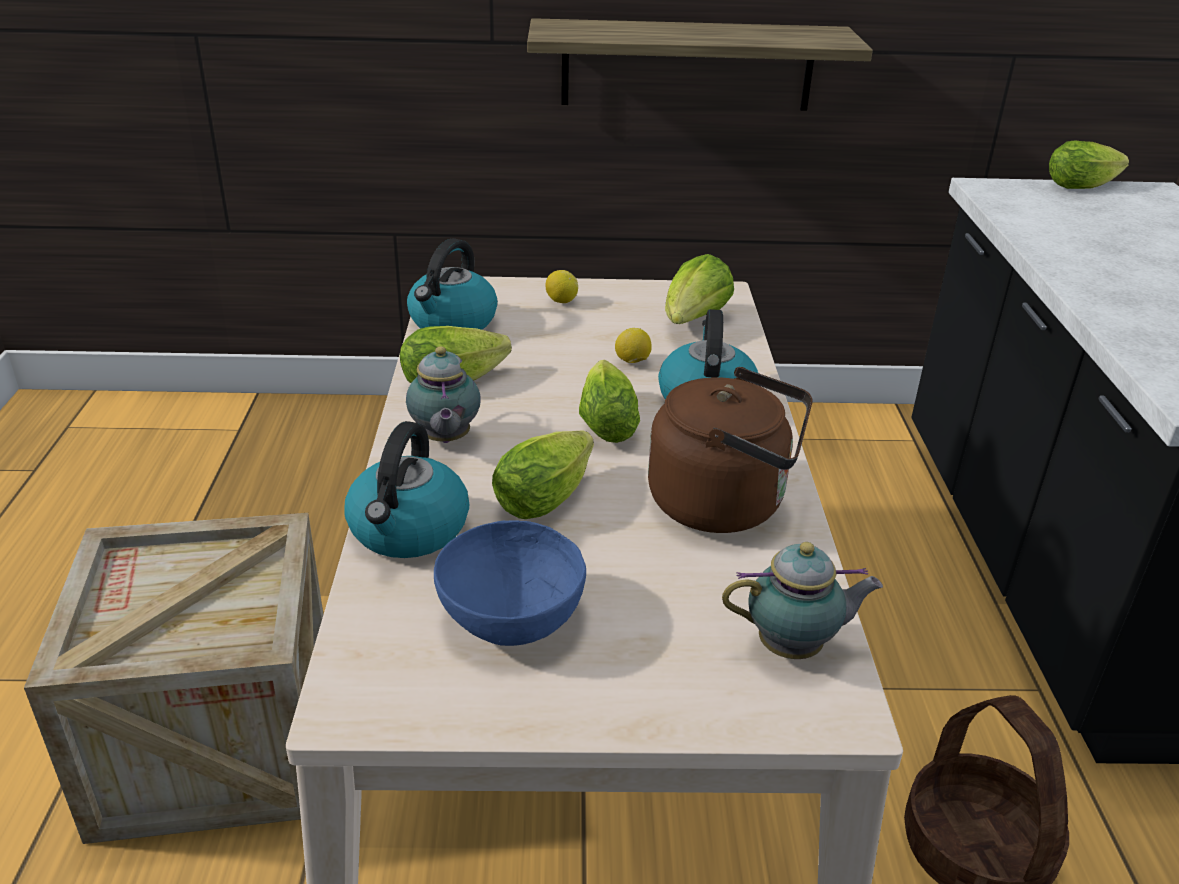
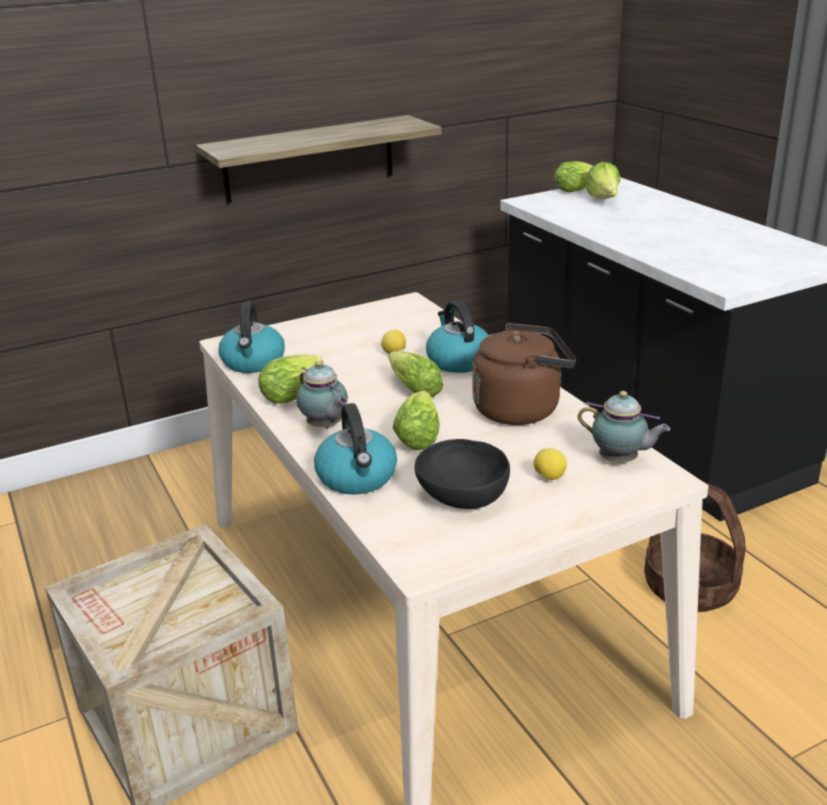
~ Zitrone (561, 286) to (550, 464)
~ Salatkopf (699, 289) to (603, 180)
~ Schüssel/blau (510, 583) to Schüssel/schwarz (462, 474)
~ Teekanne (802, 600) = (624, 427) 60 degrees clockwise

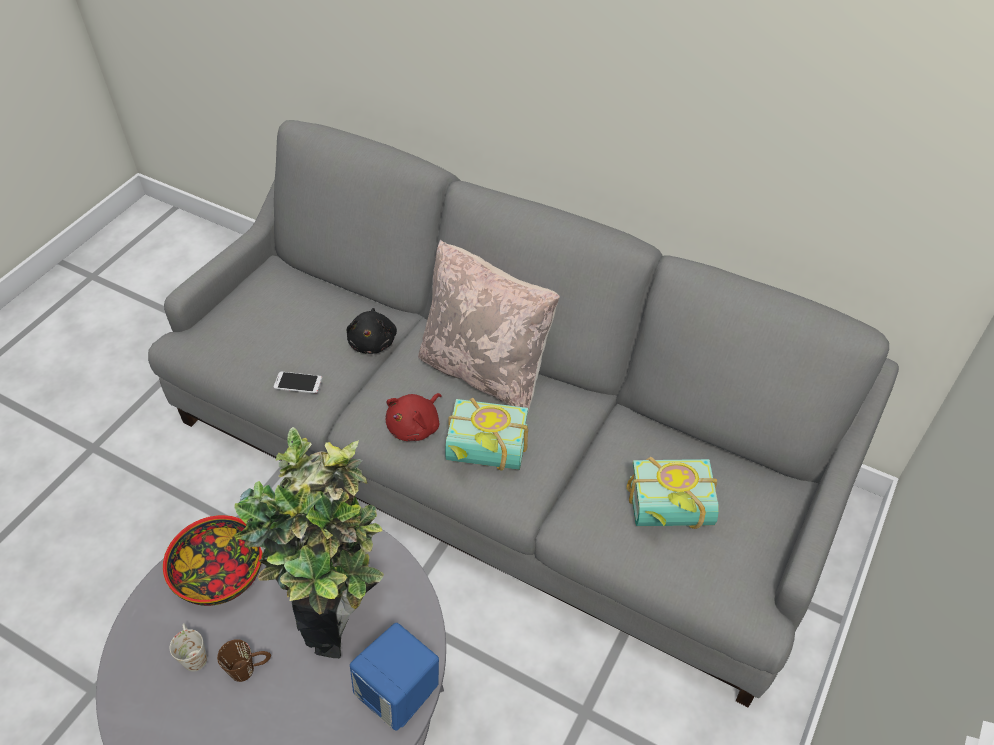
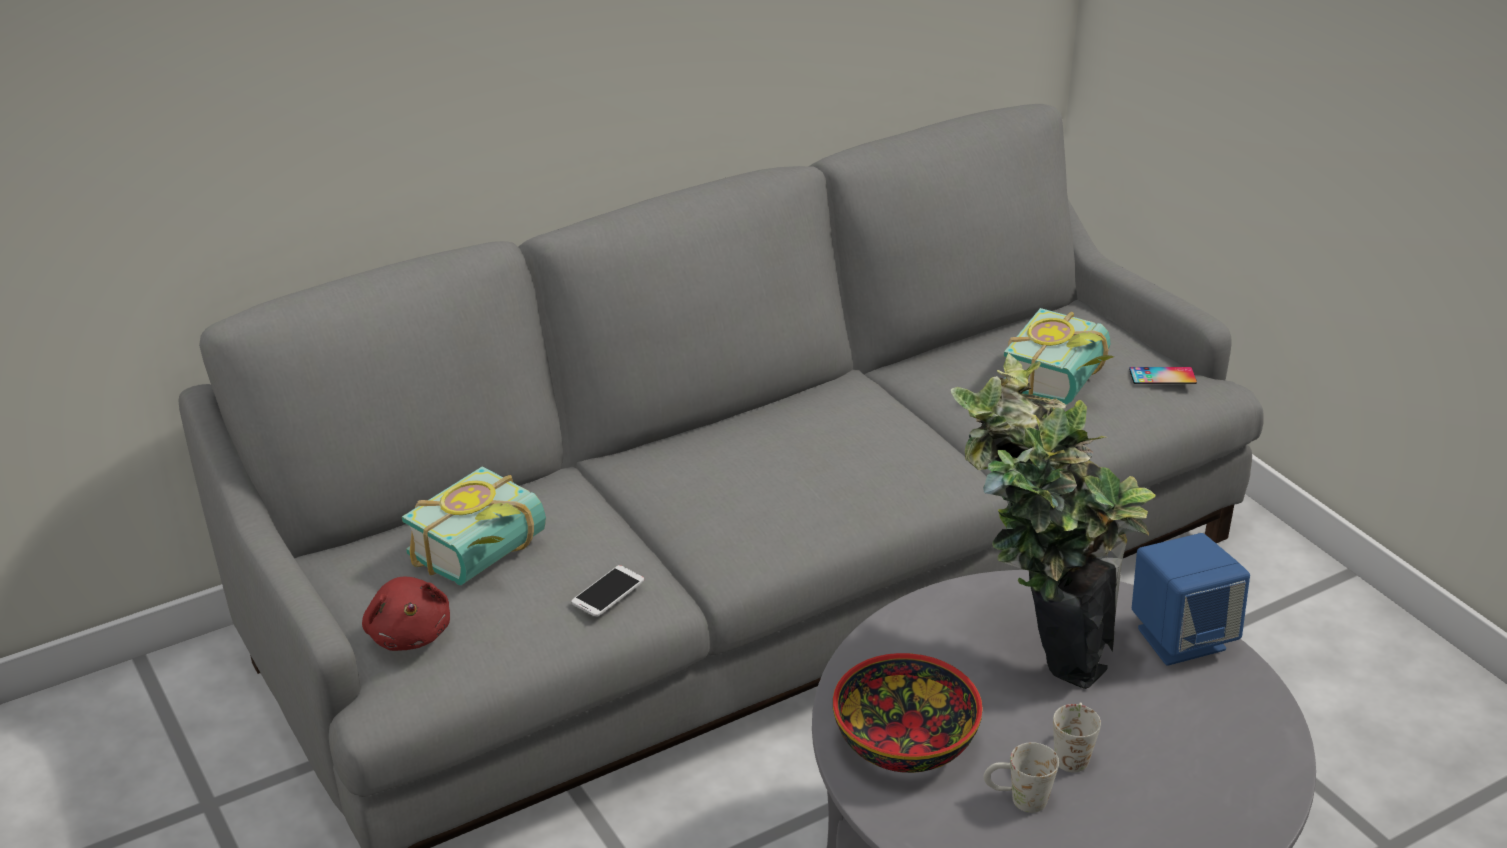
- Plüschtier/schwarz (371, 331)
- Kissen/beige (489, 325)
+ Handy (1163, 375)
~ Plüschtier/rot (413, 417) to (406, 614)
~ Buch (486, 434) to (474, 525)
~ Henkelbecher/braun (244, 660) to Henkelbecher/weiß (1077, 737)

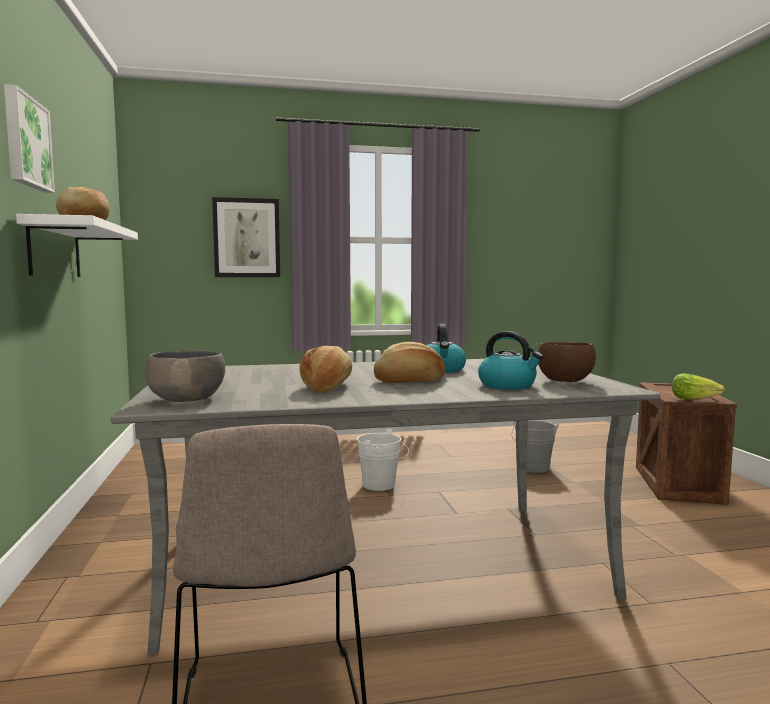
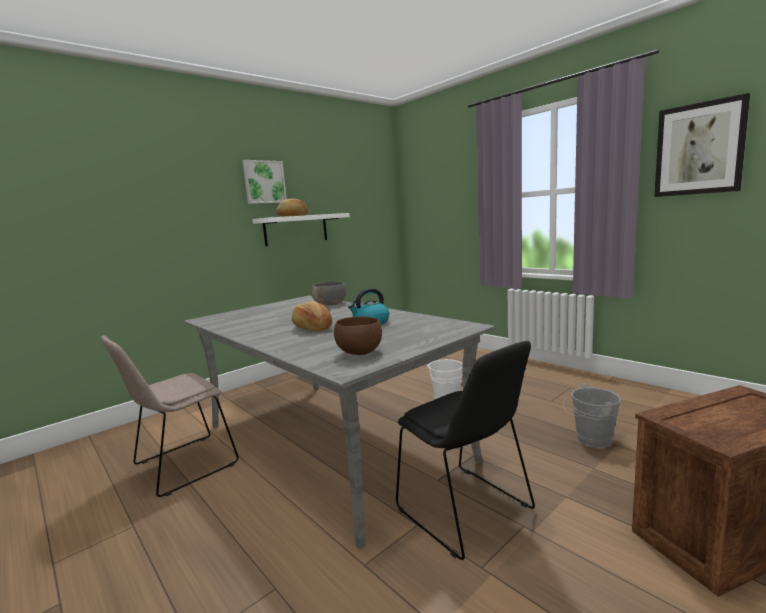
- Brot (325, 369)
- Wasserkessel (510, 360)
- Salatkopf (698, 386)
+ Stuhl/schwarz (465, 450)
~ Schüssel/grau (185, 376) to (328, 293)
~ Bild (246, 237) to (702, 145)

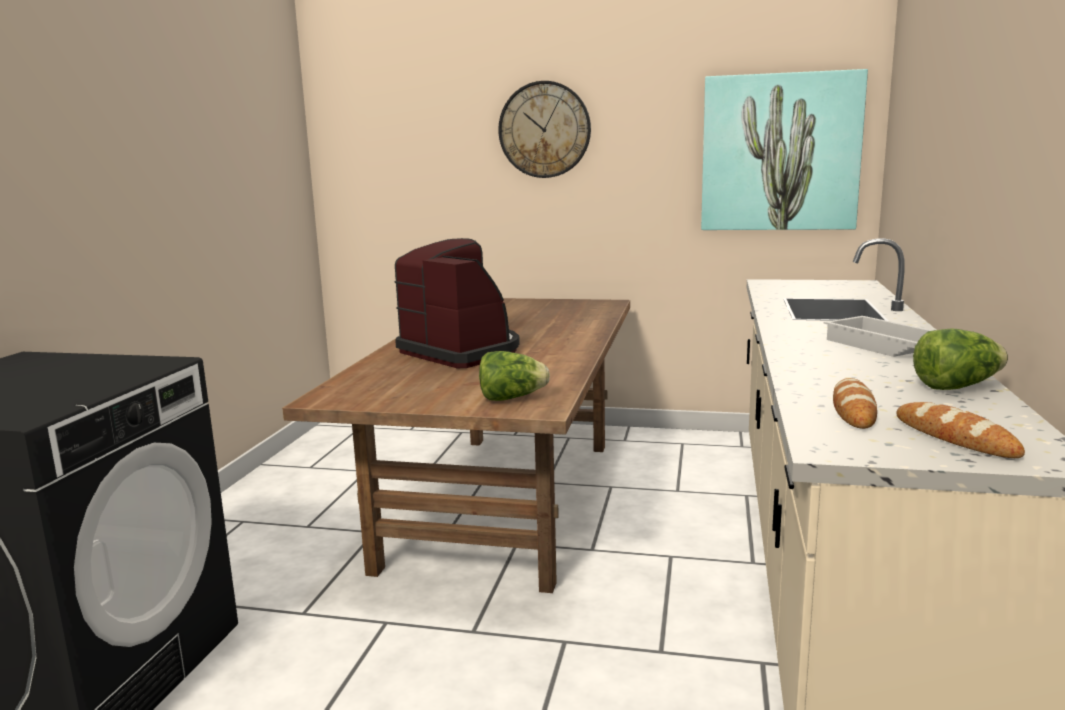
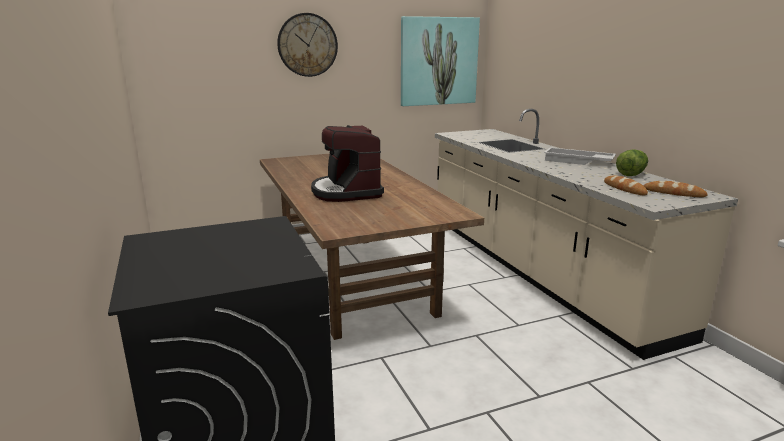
- Salatkopf (514, 376)
~ Kaffeemaschine (457, 303) = (347, 163) 120 degrees counterclockwise

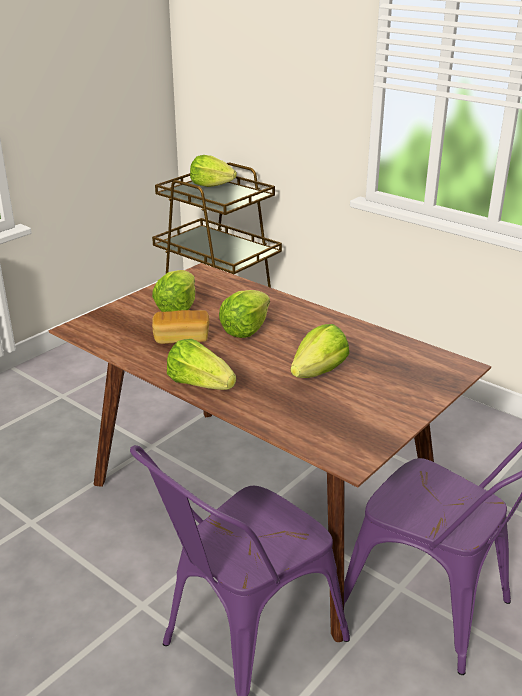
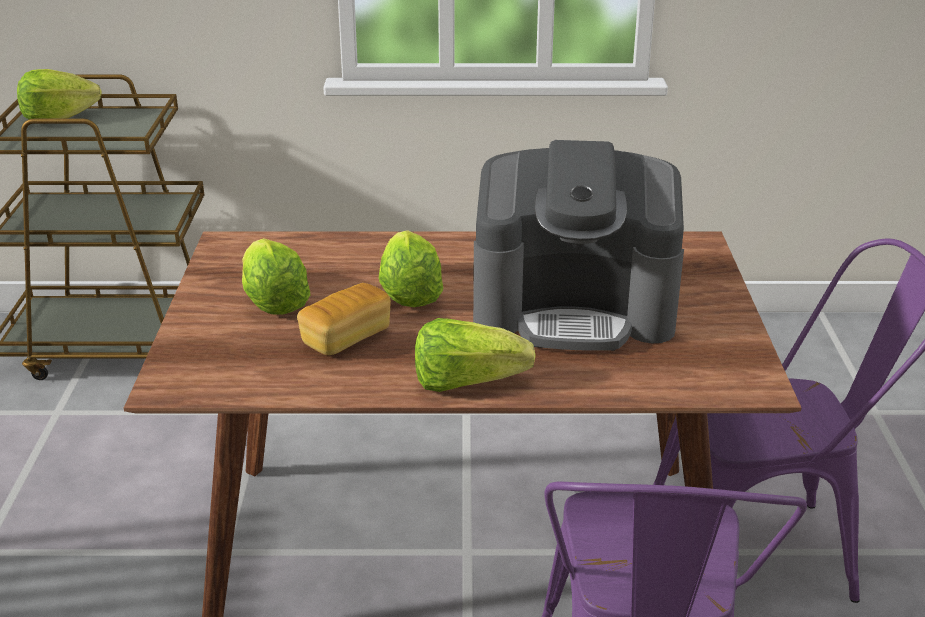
~ Salatkopf (320, 351) to Kaffeemaschine (578, 245)

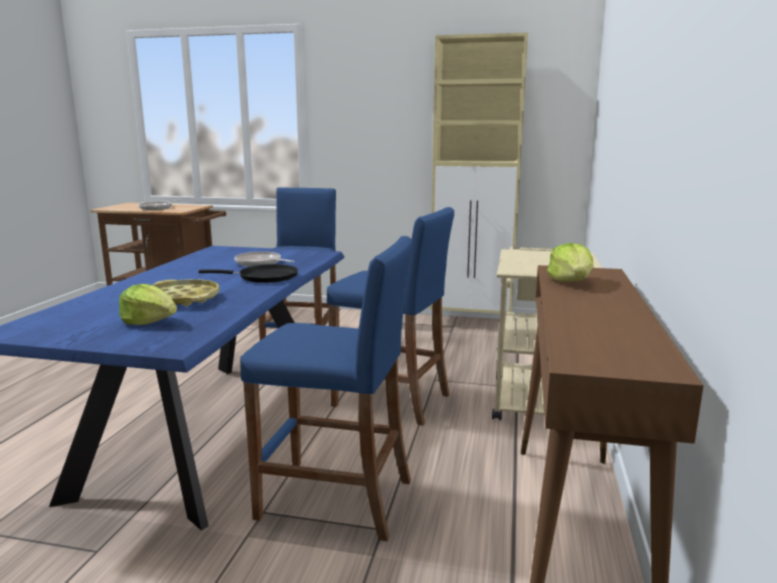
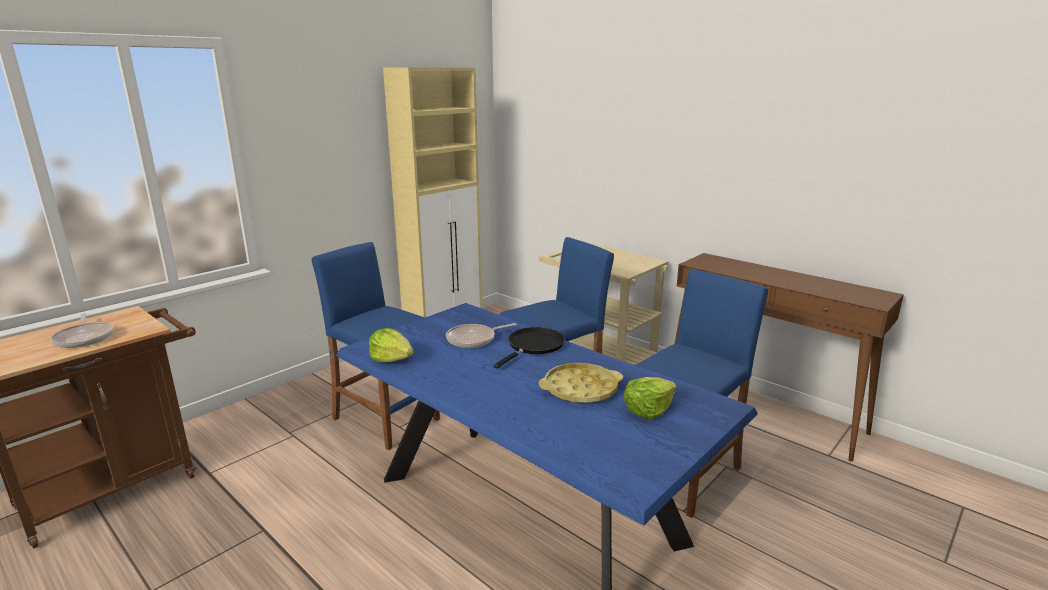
~ Salatkopf (570, 262) to (391, 345)

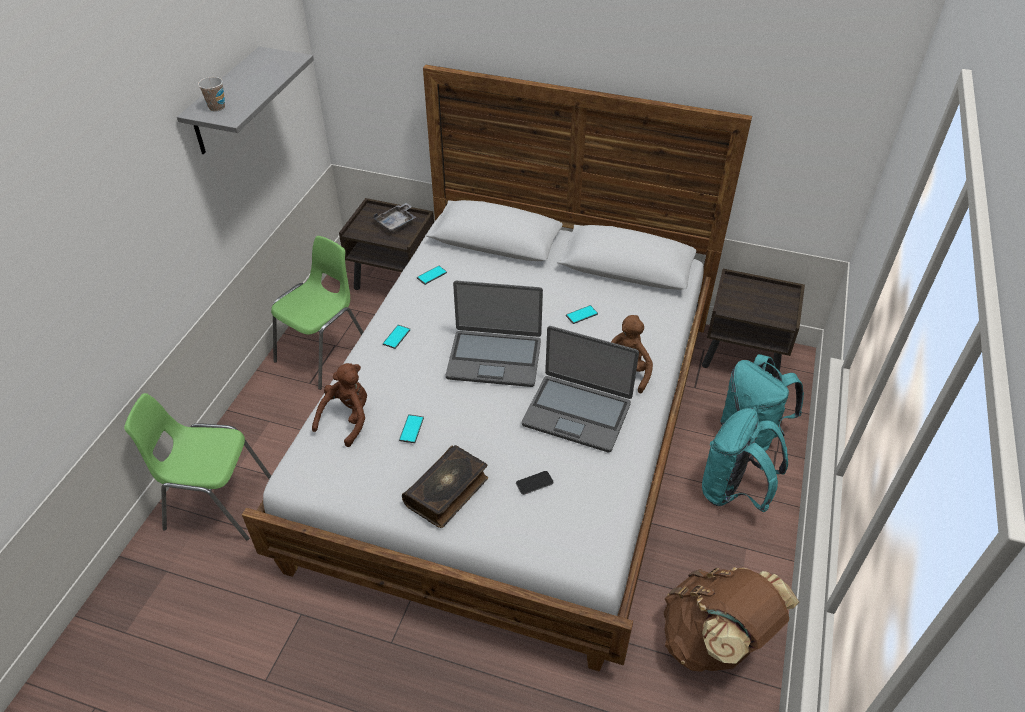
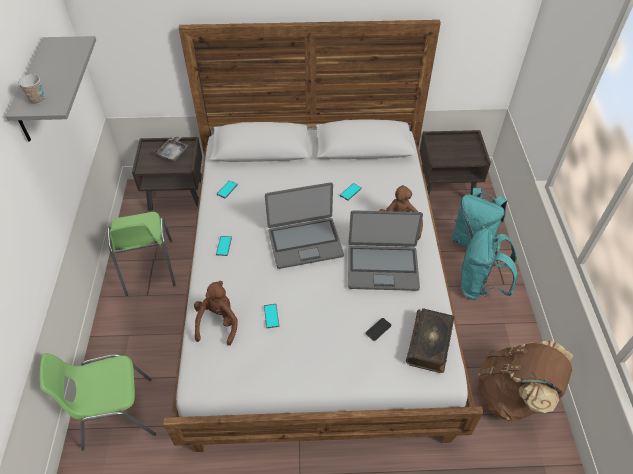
~ Buch (445, 486) to (430, 340)
~ Stuhl/grün (317, 313) = (142, 254) 150 degrees clockwise

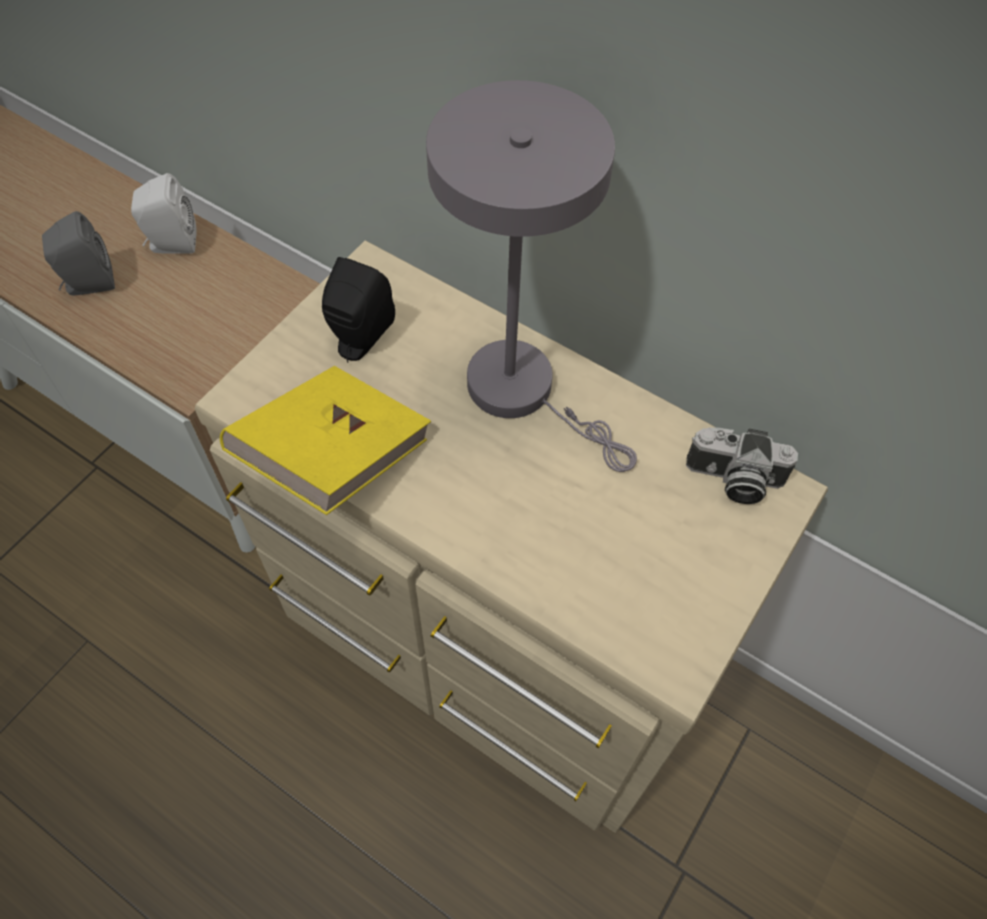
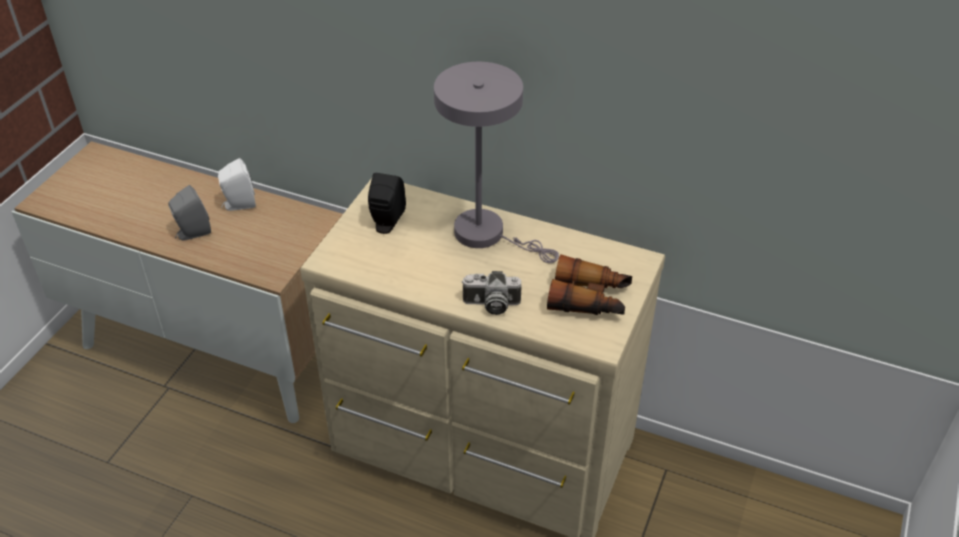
- Buch/gelb (325, 440)
+ Fernglas (589, 284)
~ Kamera (742, 465) to (491, 293)

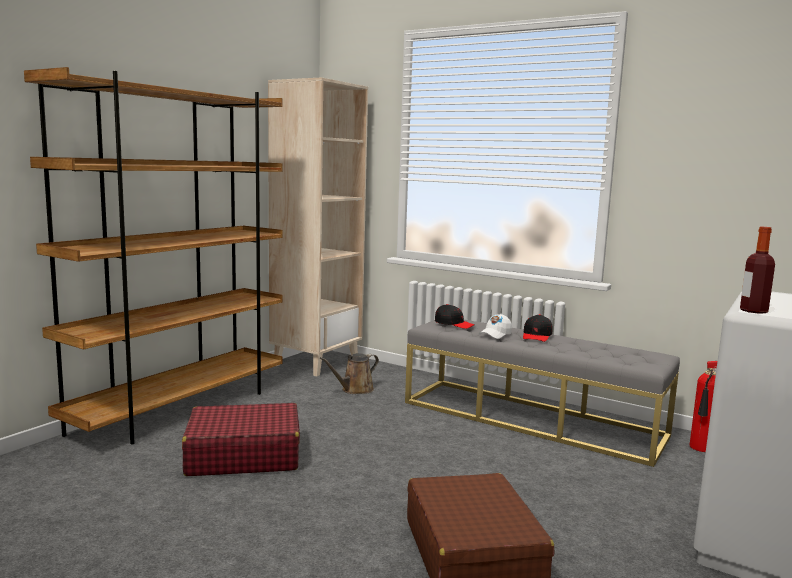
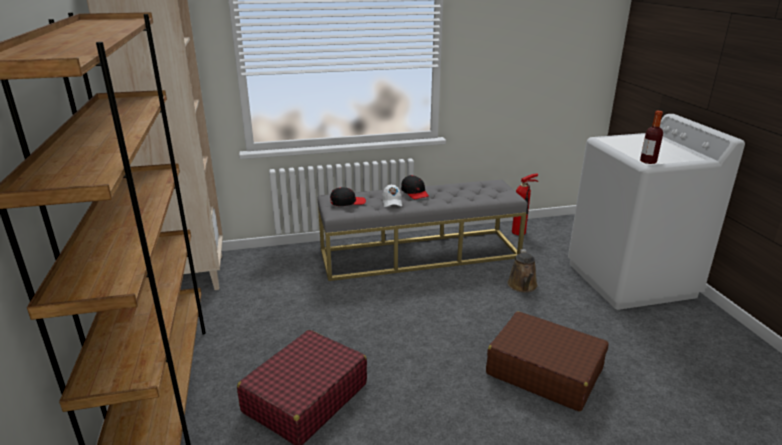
~ Gießkanne/braun (349, 373) to (523, 271)

